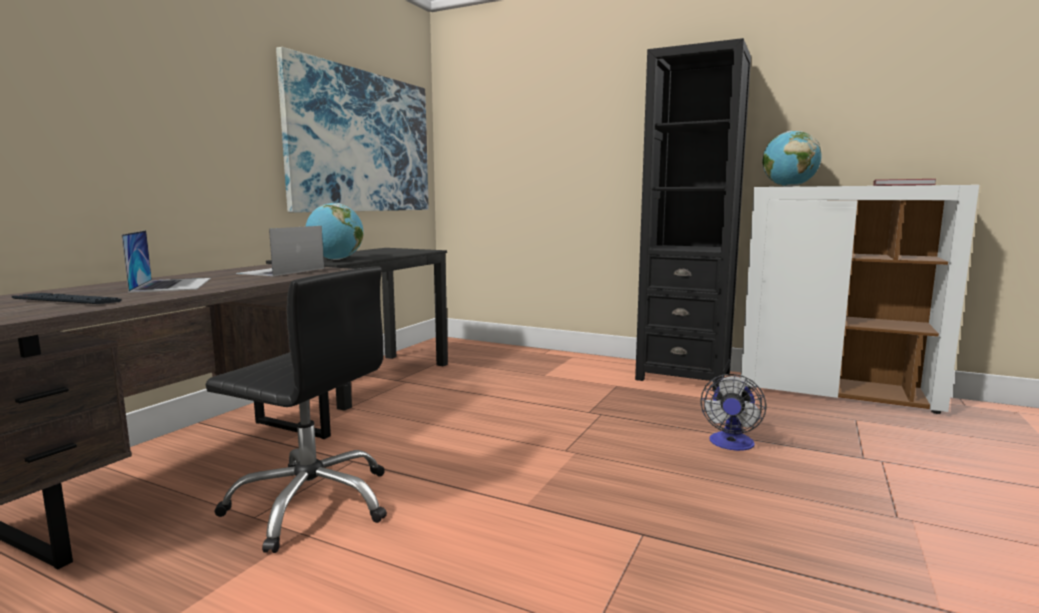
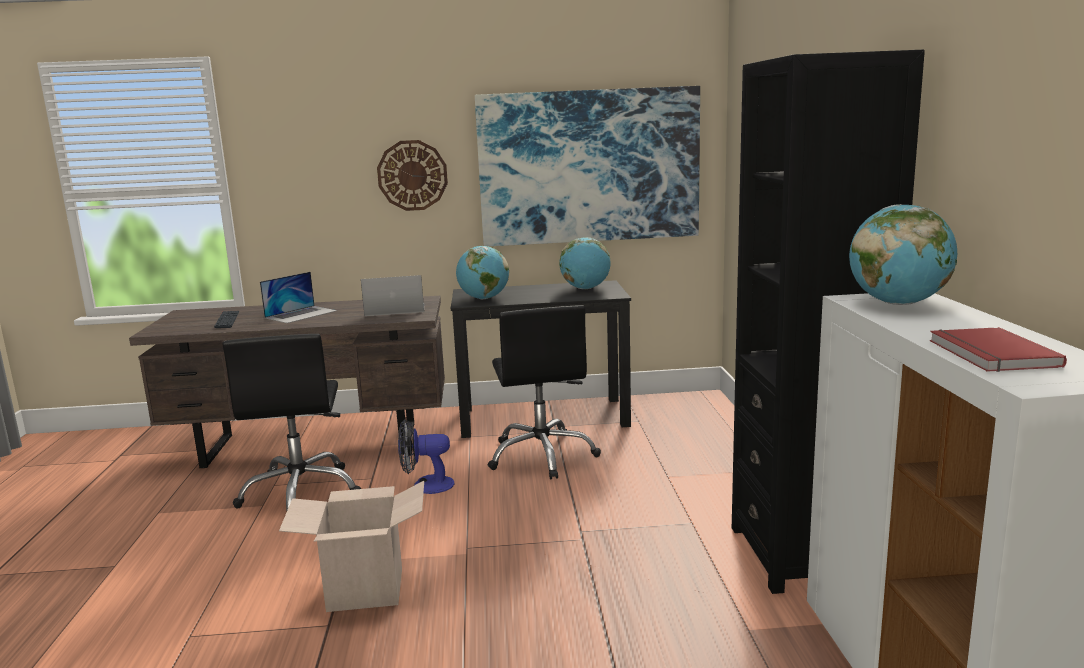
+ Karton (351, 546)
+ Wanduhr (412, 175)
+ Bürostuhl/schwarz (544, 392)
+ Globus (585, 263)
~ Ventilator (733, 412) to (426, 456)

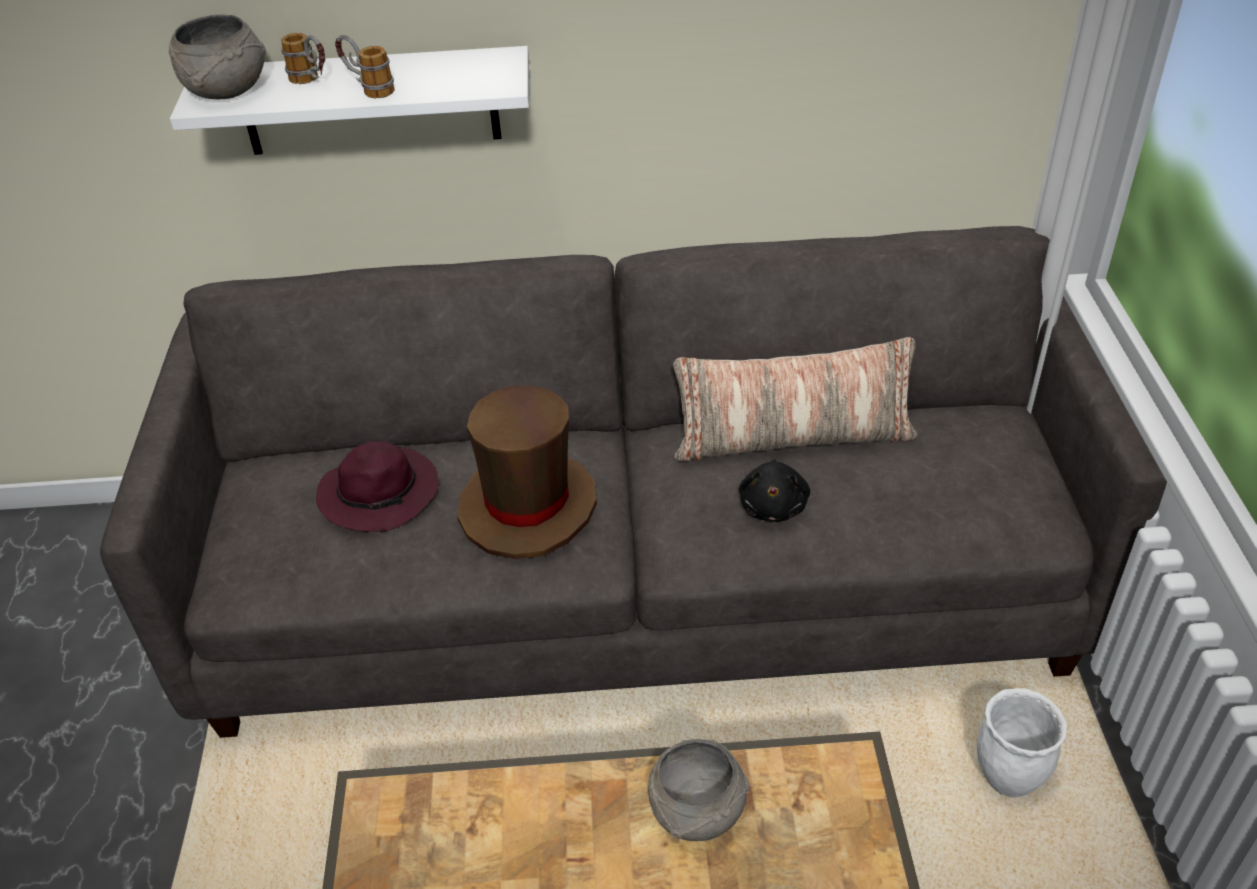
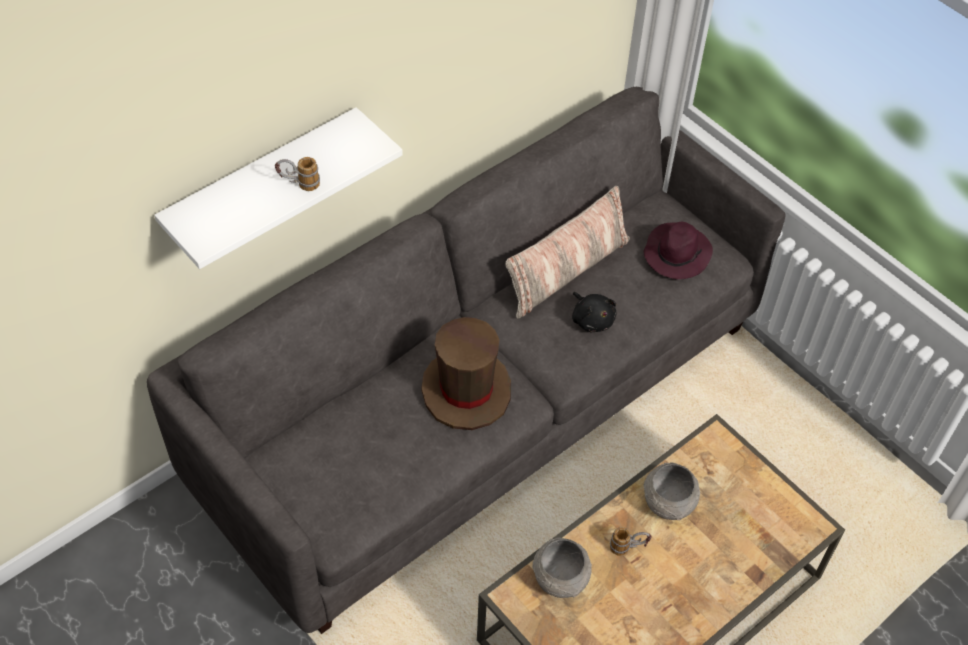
- Pflanzkübel/weiß (1022, 743)
~ Schüssel/grau (217, 57) to (562, 568)
~ Henkelbecher (303, 58) to (631, 541)
~ Hut/lila (377, 486) to (678, 251)

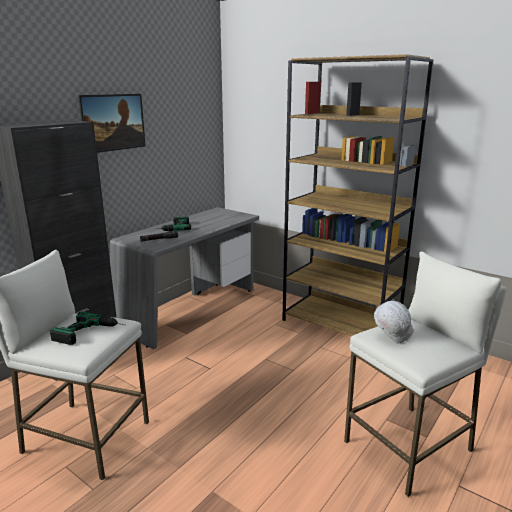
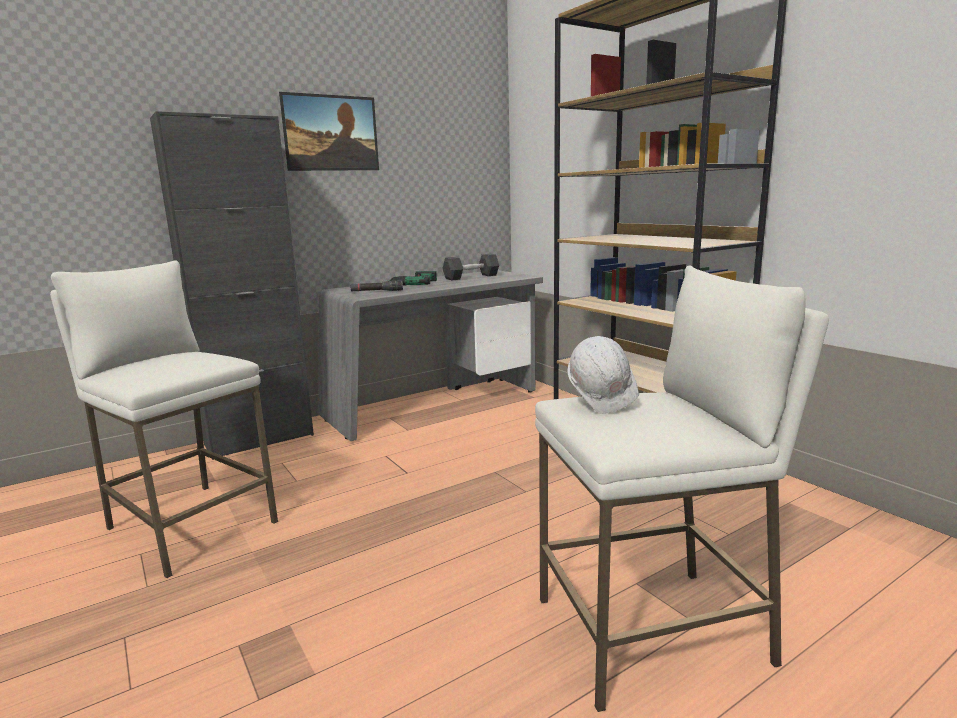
- Bohrmaschine (87, 328)
+ Hantel/grau (470, 267)

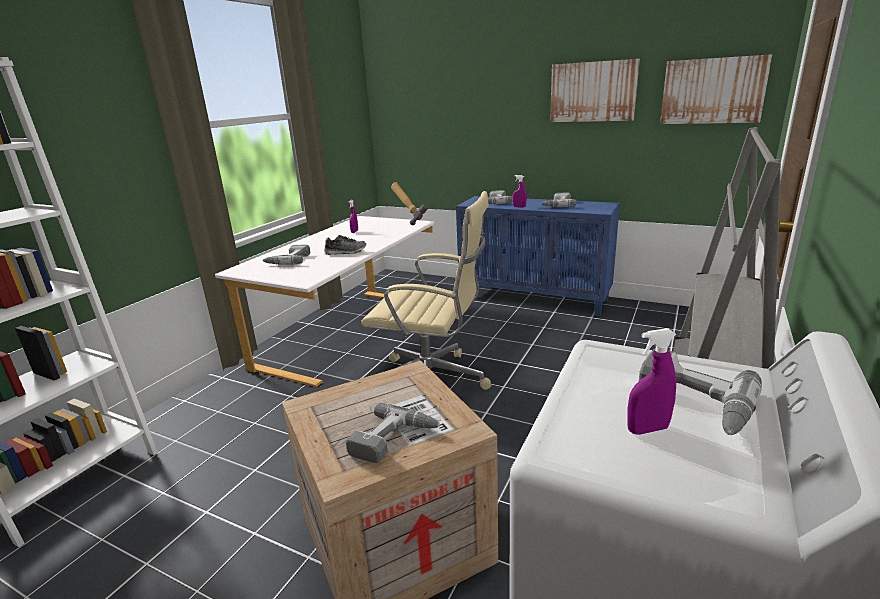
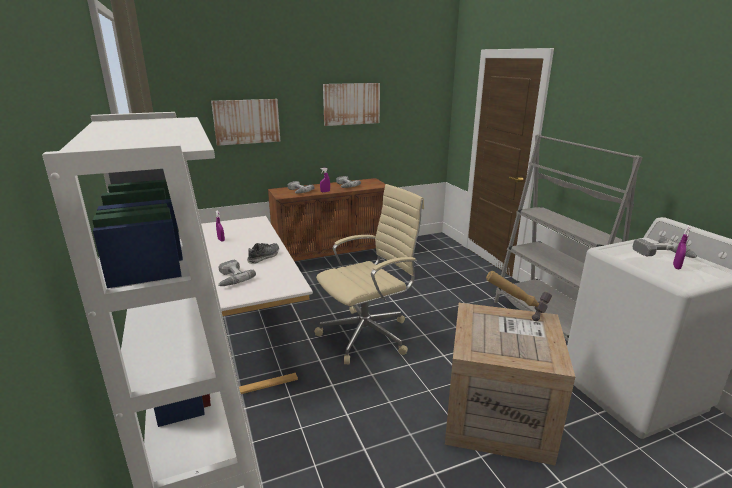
- Bohrmaschine (393, 433)
~ Hammer (409, 203) to (519, 296)
~ Bild (716, 89) to (245, 122)
~ Schrank/blau (538, 256) to Schrank/braun (327, 219)

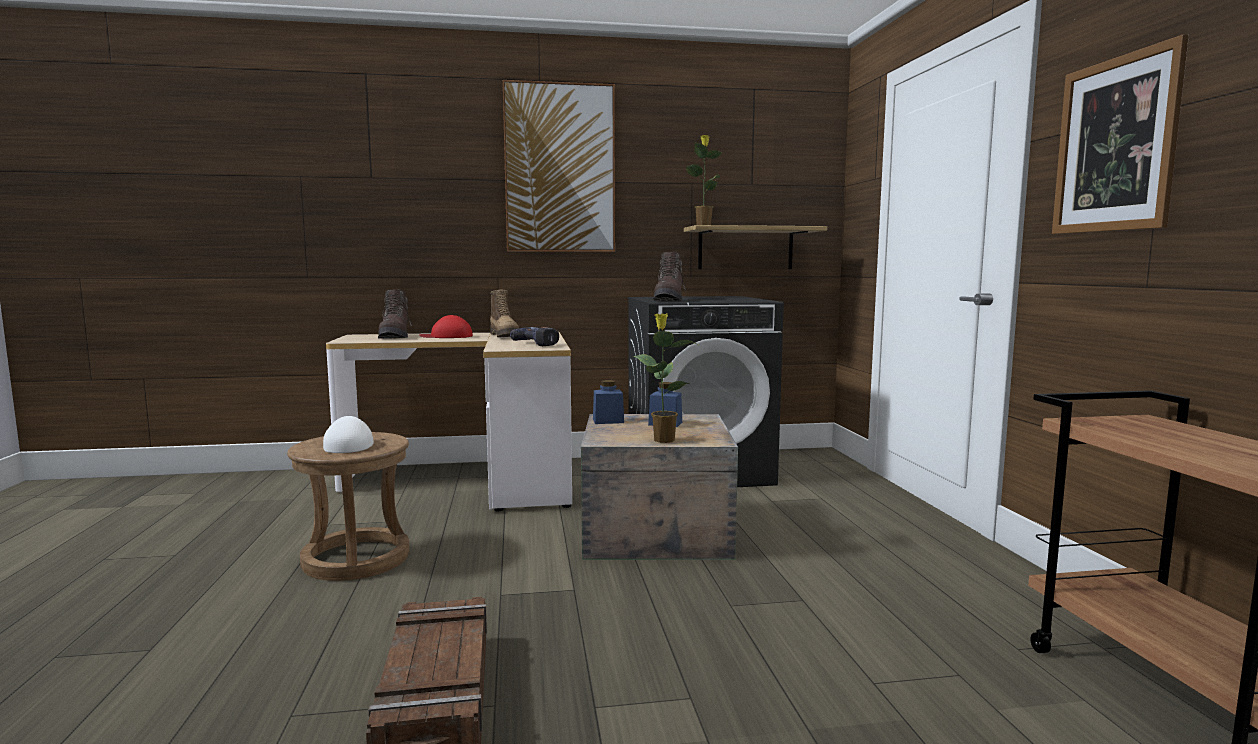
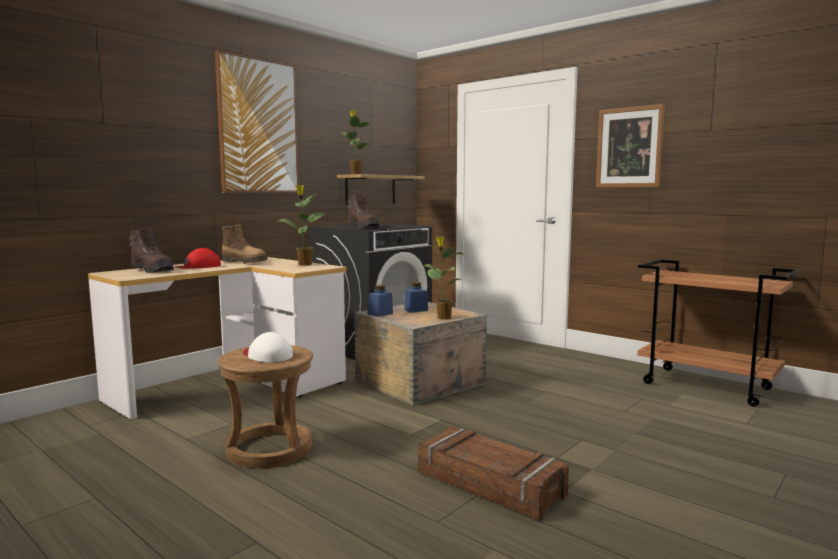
~ Bohrmaschine (534, 336) to Topfpflanze (302, 225)

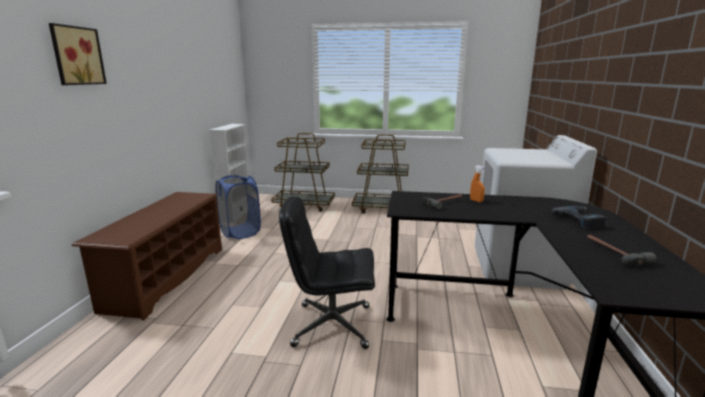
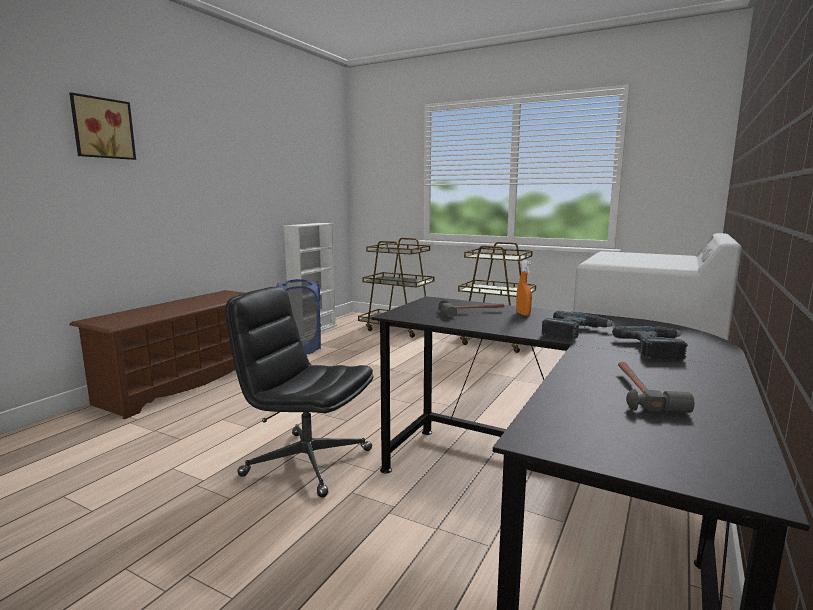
+ Bohrmaschine (578, 325)

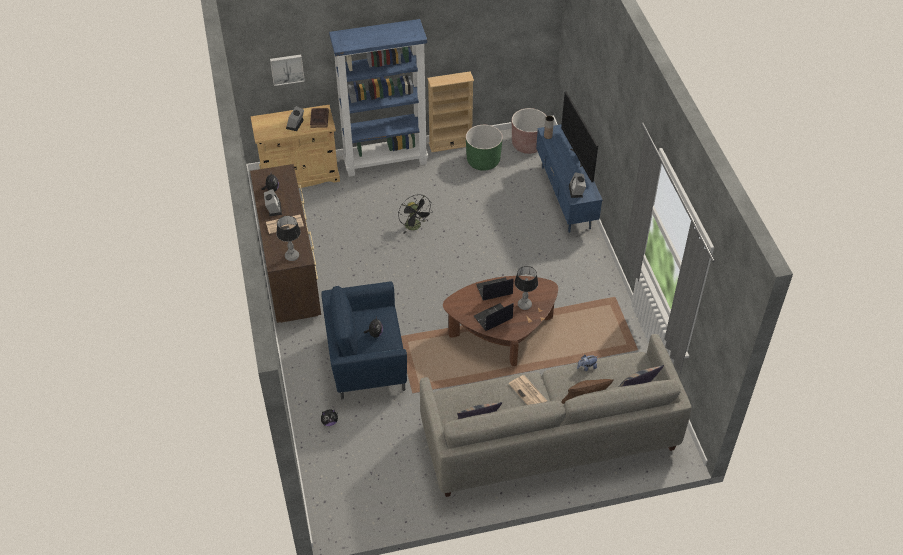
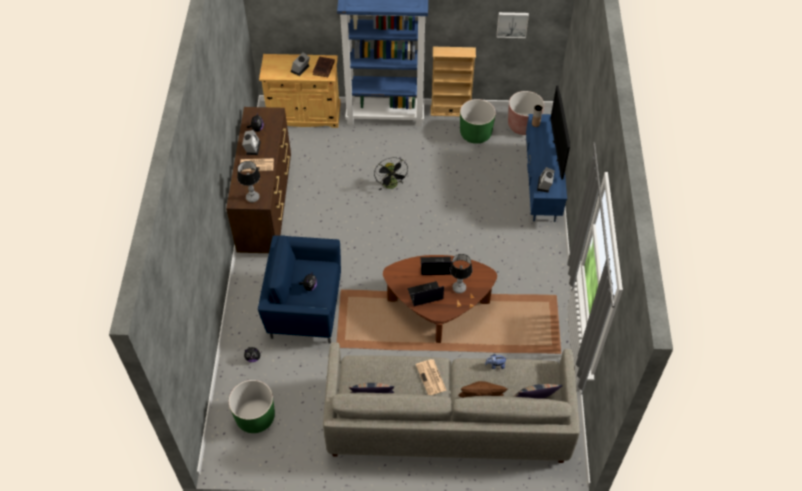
+ Pflanzkübel/grün (252, 406)
~ Bild (287, 70) to (512, 25)

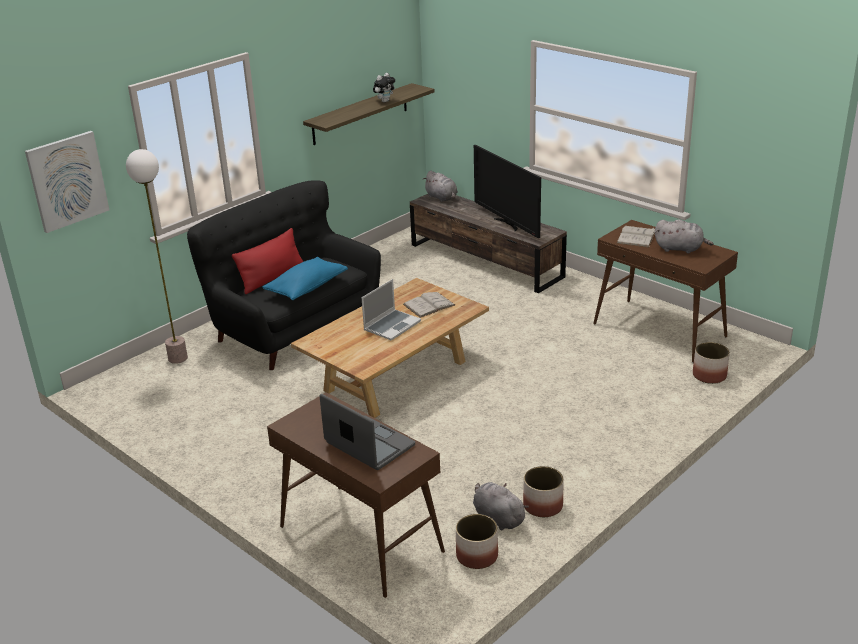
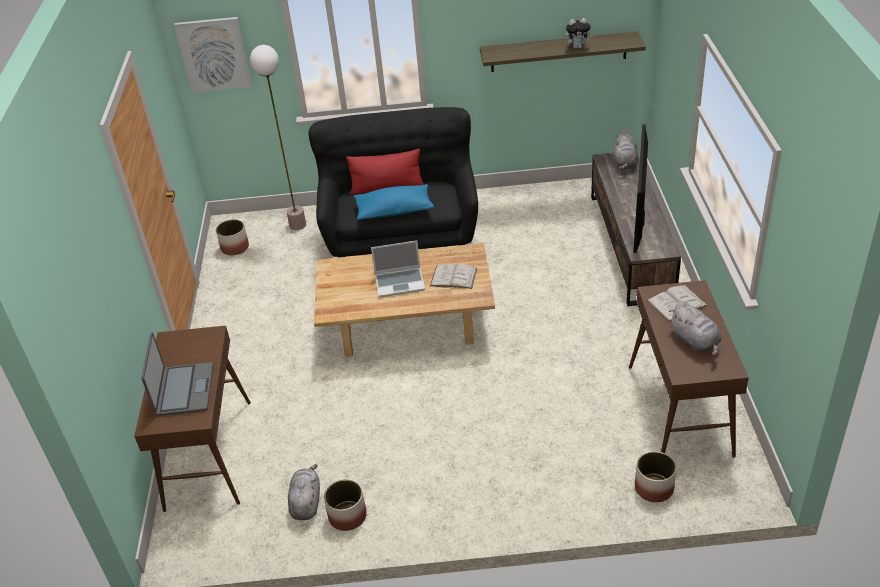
~ Pflanzkübel (477, 541) to (232, 237)

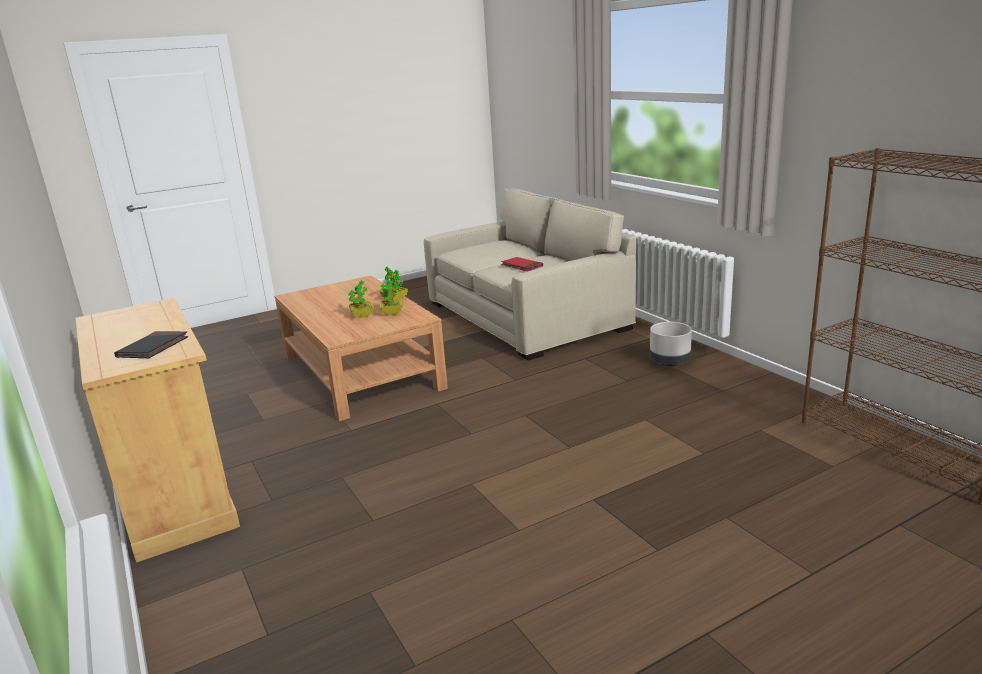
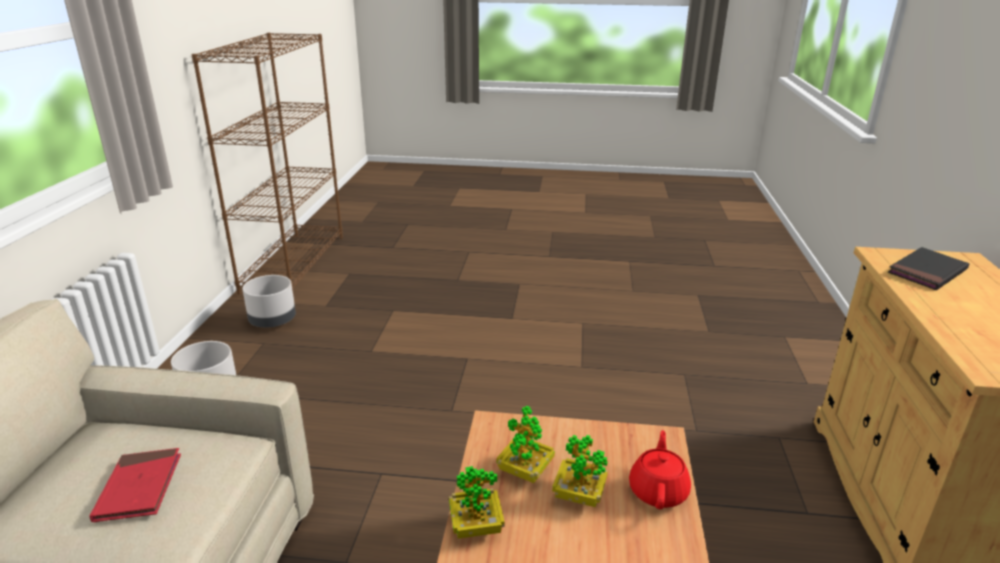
+ Pflanzkübel/grau (269, 301)
+ Teekanne/rot (660, 469)

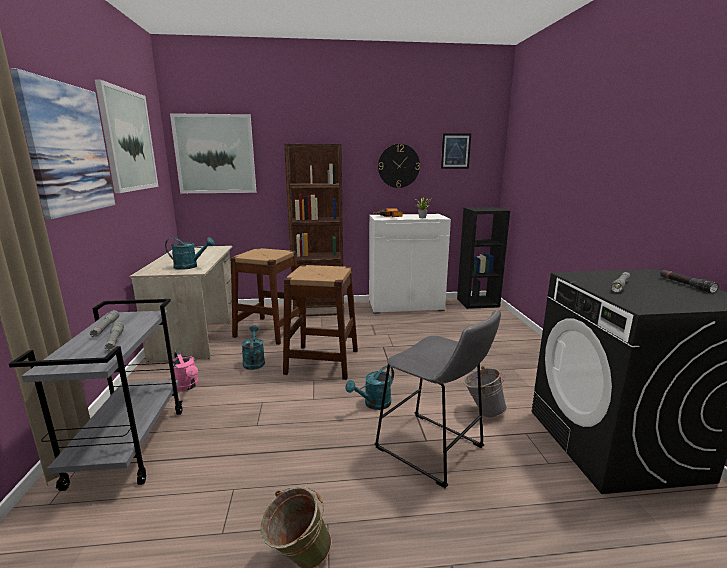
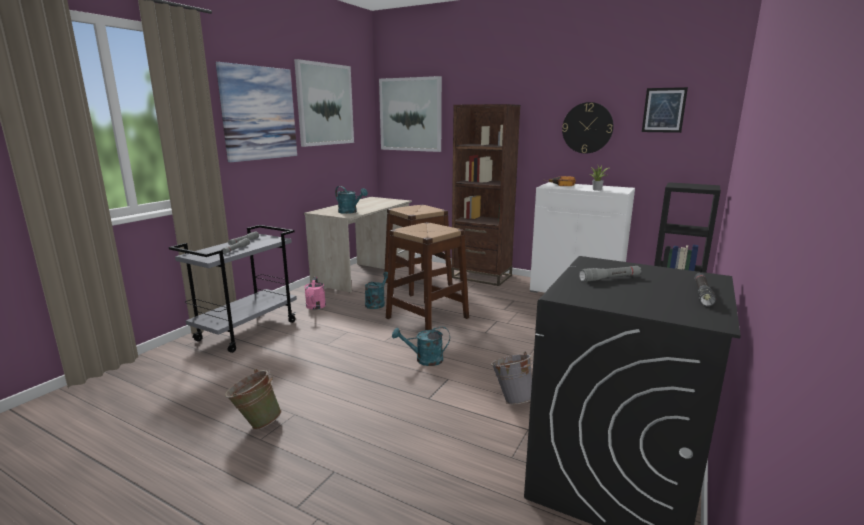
- Hocker/grau (437, 399)

